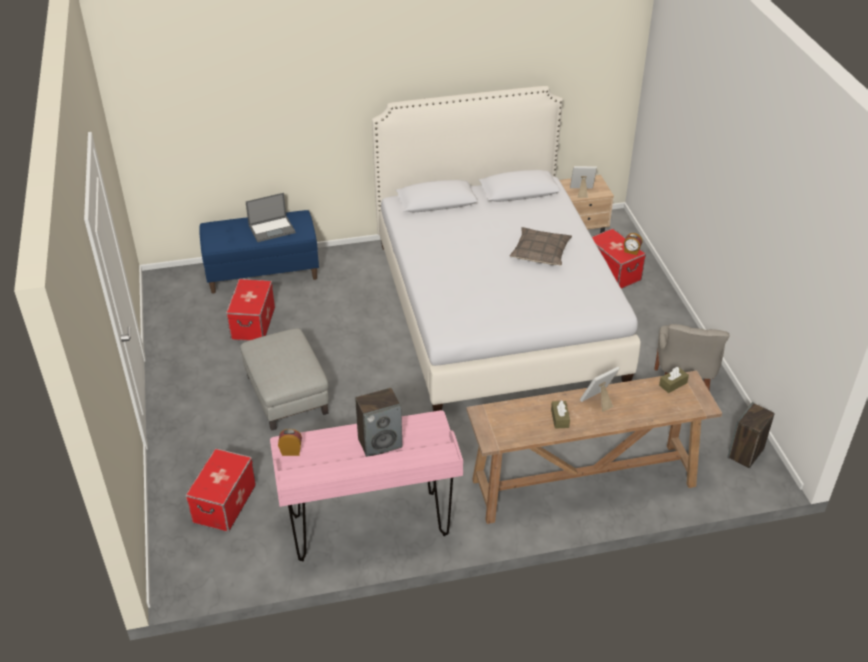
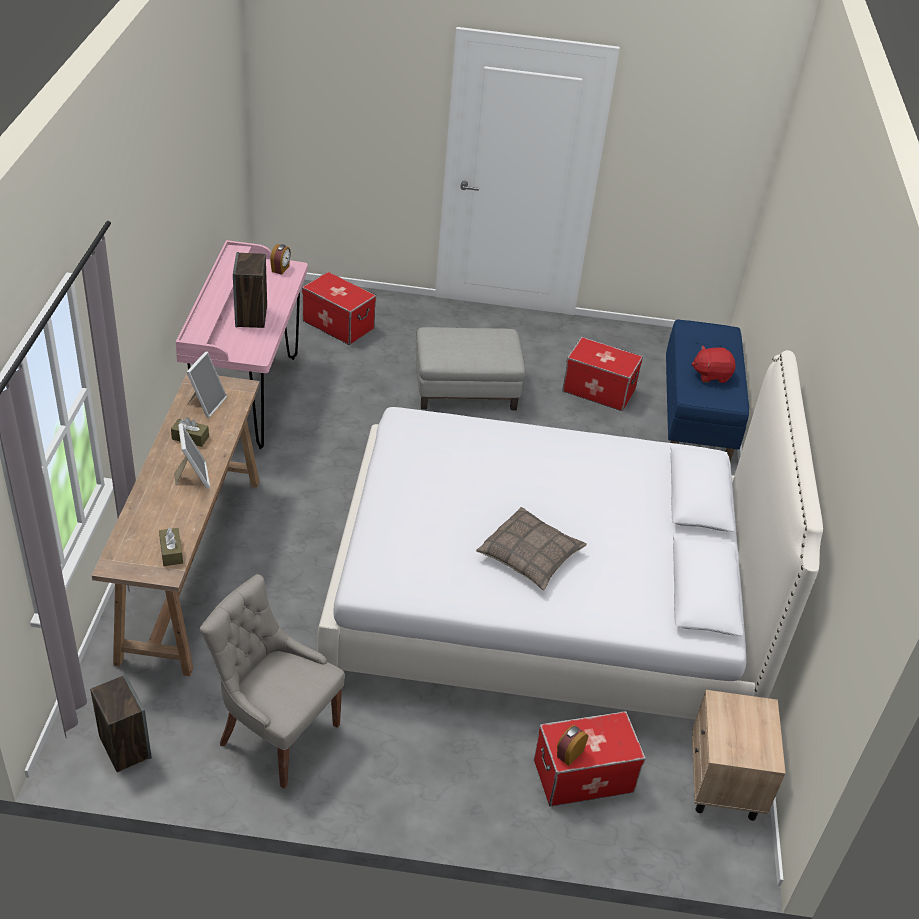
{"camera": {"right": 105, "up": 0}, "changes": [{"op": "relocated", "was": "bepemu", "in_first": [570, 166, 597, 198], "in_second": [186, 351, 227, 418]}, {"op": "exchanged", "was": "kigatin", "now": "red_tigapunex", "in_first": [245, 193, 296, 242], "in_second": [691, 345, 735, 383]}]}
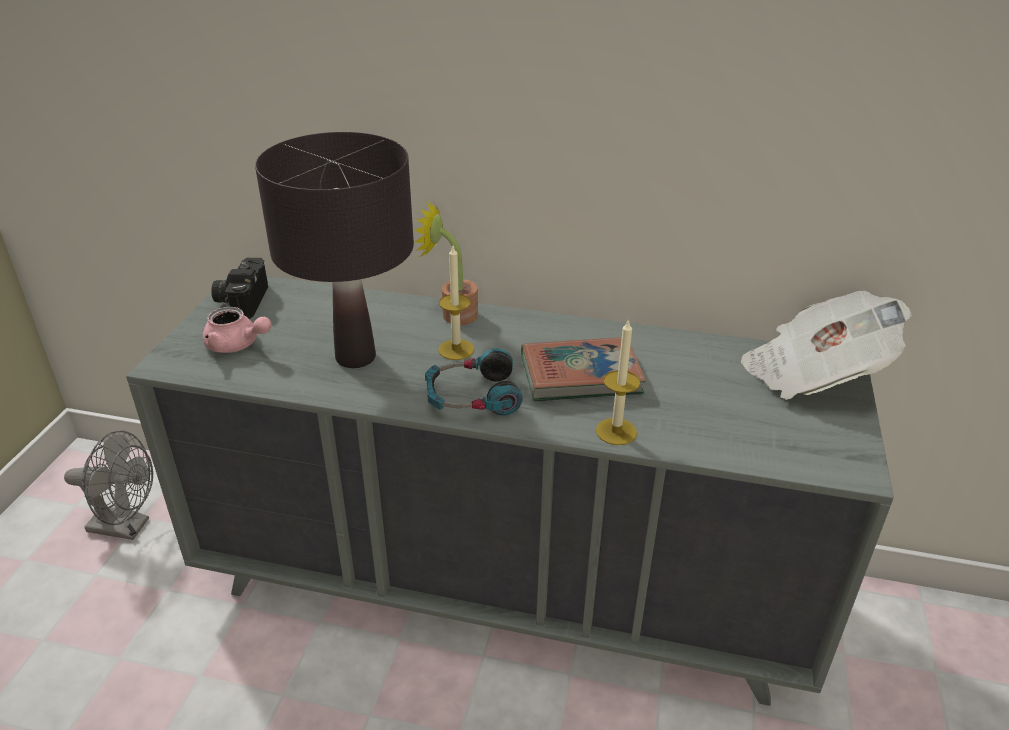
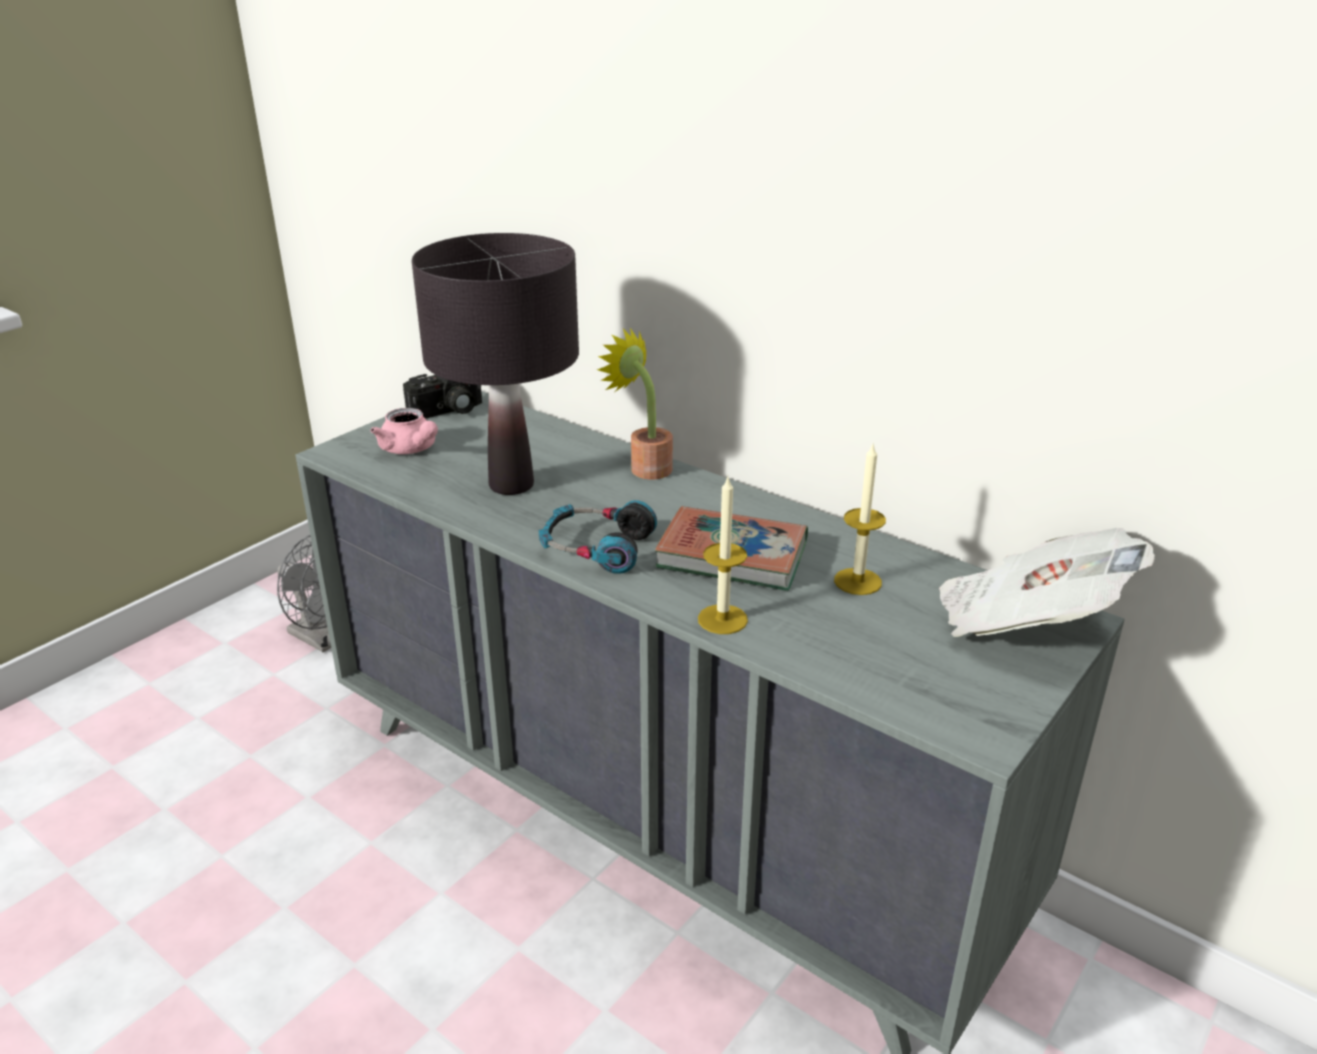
{"camera": {"right": 25, "up": -5}, "changes": [{"op": "relocated", "was": "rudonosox", "in_first": [438, 246, 475, 360], "in_second": [834, 442, 886, 595]}, {"op": "spun", "was": "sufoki", "in_first": [211, 258, 268, 319], "in_second": [403, 374, 482, 419], "clockwise": -150}]}
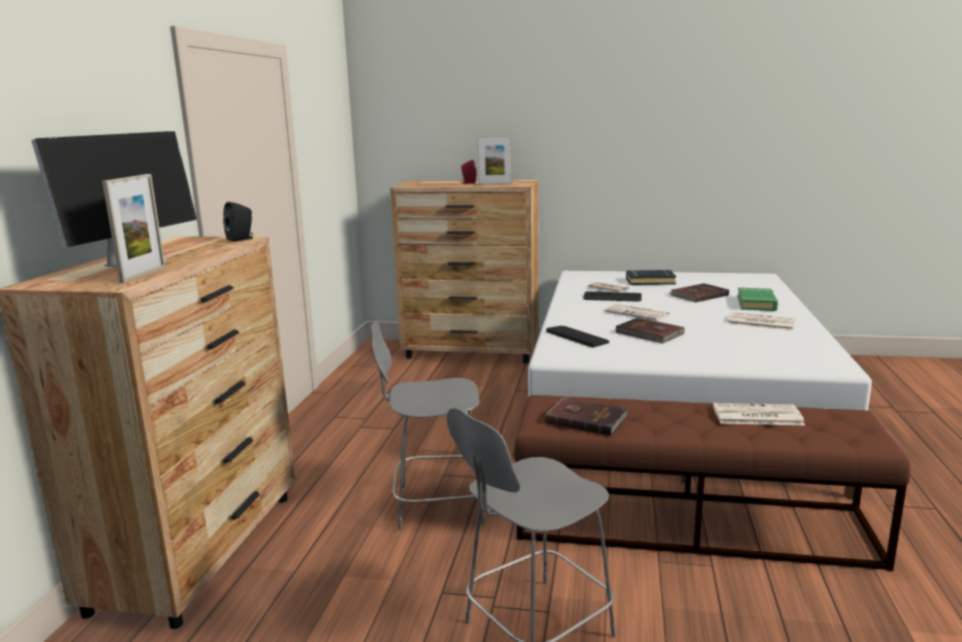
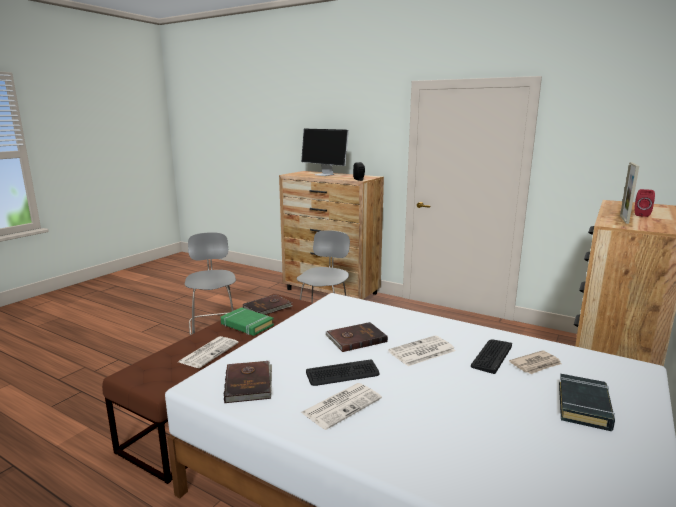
{"camera": {"right": 110, "up": 0}, "changes": [{"op": "missing", "was": "bepemu", "in_first": [102, 174, 165, 283]}, {"op": "relocated", "was": "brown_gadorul", "in_first": [670, 283, 729, 302], "in_second": [224, 361, 272, 403]}, {"op": "relocated", "was": "green_gadorul", "in_first": [737, 288, 778, 311], "in_second": [221, 307, 274, 336]}, {"op": "relocated", "was": "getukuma", "in_first": [547, 326, 609, 348], "in_second": [306, 360, 379, 386]}]}
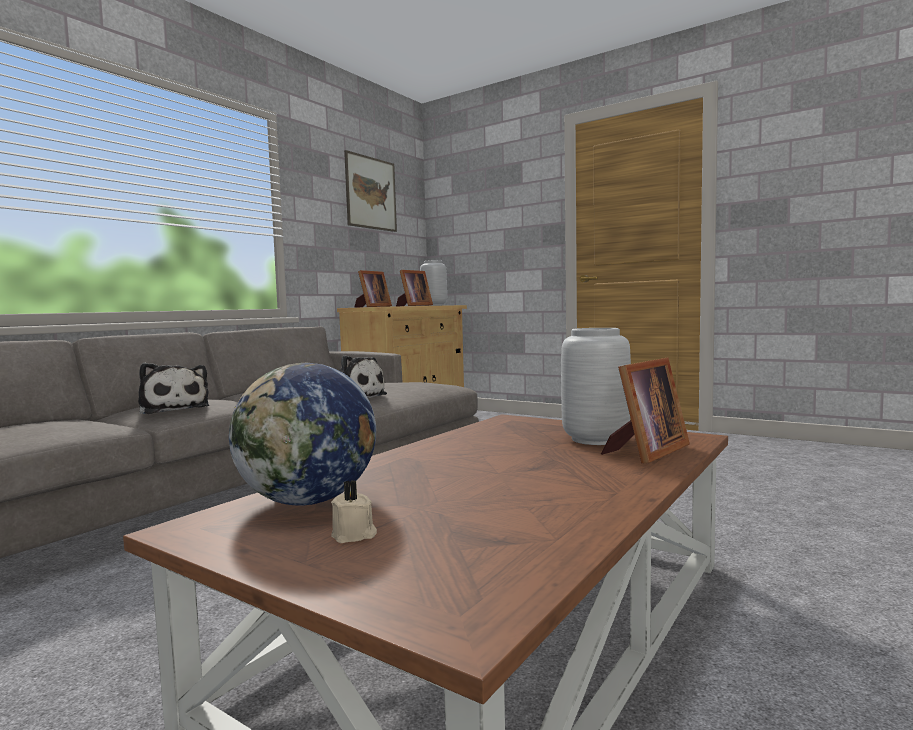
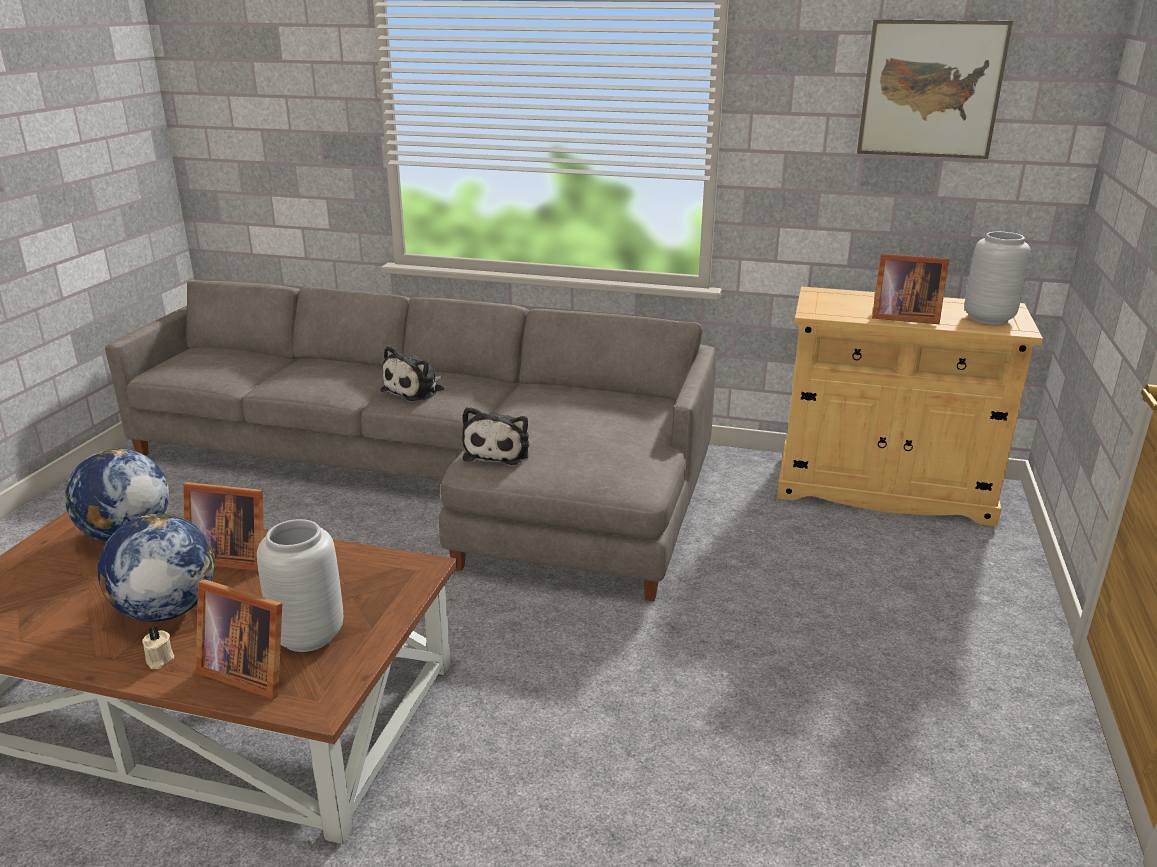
{"camera": {"right": 70, "up": 20}, "changes": [{"op": "relocated", "was": "bepemu", "in_first": [355, 270, 392, 308], "in_second": [183, 482, 263, 571]}, {"op": "relocated", "was": "beige_rudonosox", "in_first": [331, 480, 377, 543], "in_second": [142, 626, 174, 669]}, {"op": "appeared", "now": "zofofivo", "in_second": [98, 514, 215, 622]}]}
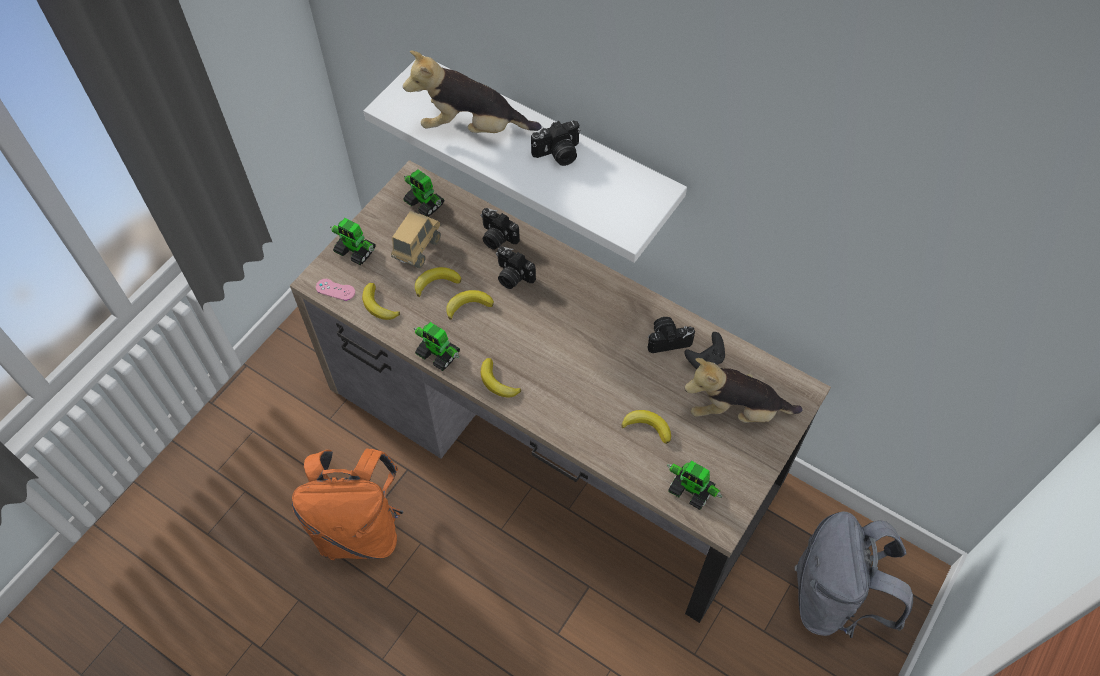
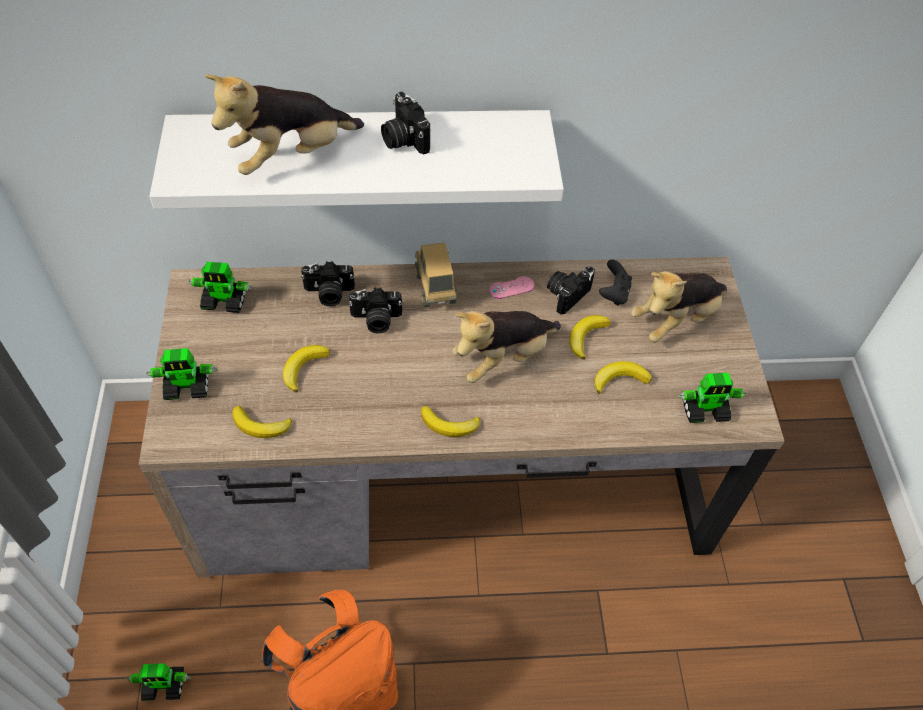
{"camera": {"right": -40, "up": -5}, "changes": [{"op": "spun", "was": "sufoki", "in_first": [531, 121, 581, 166], "in_second": [381, 92, 430, 154], "clockwise": 120}, {"op": "relocated", "was": "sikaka", "in_first": [391, 211, 441, 268], "in_second": [415, 242, 457, 308]}, {"op": "relocated", "was": "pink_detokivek", "in_first": [316, 279, 355, 301], "in_second": [489, 276, 534, 299]}, {"op": "relocated", "was": "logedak", "in_first": [446, 290, 494, 320], "in_second": [569, 315, 611, 360]}, {"op": "relocated", "was": "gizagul", "in_first": [414, 322, 460, 371], "in_second": [127, 663, 191, 701]}, {"op": "missing", "was": "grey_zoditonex", "in_first": [795, 511, 913, 638]}, {"op": "appeared", "now": "tigapunex", "in_second": [453, 311, 561, 383]}]}
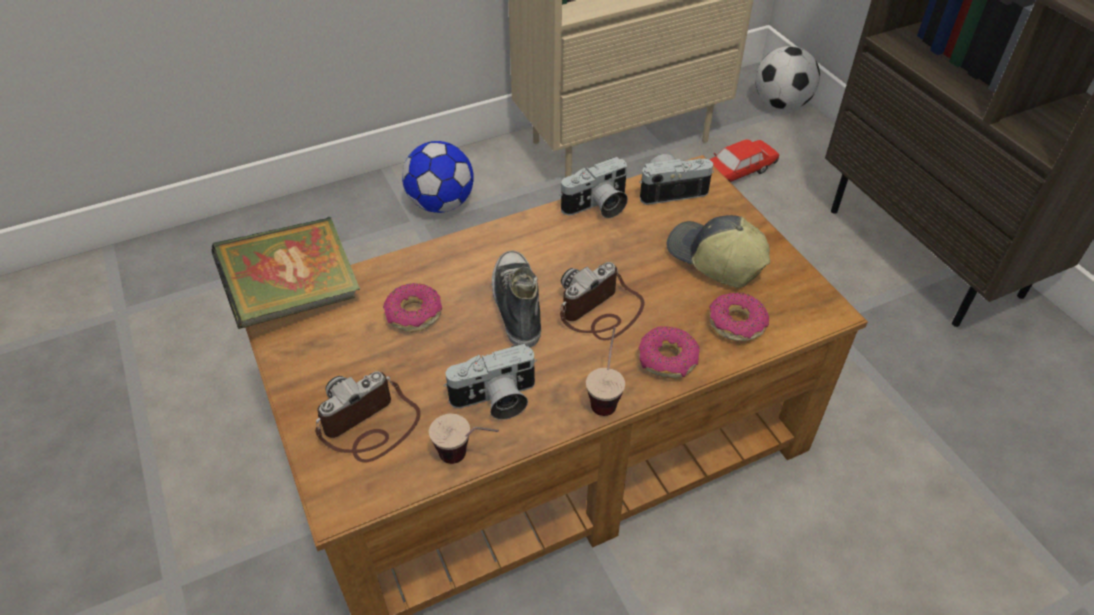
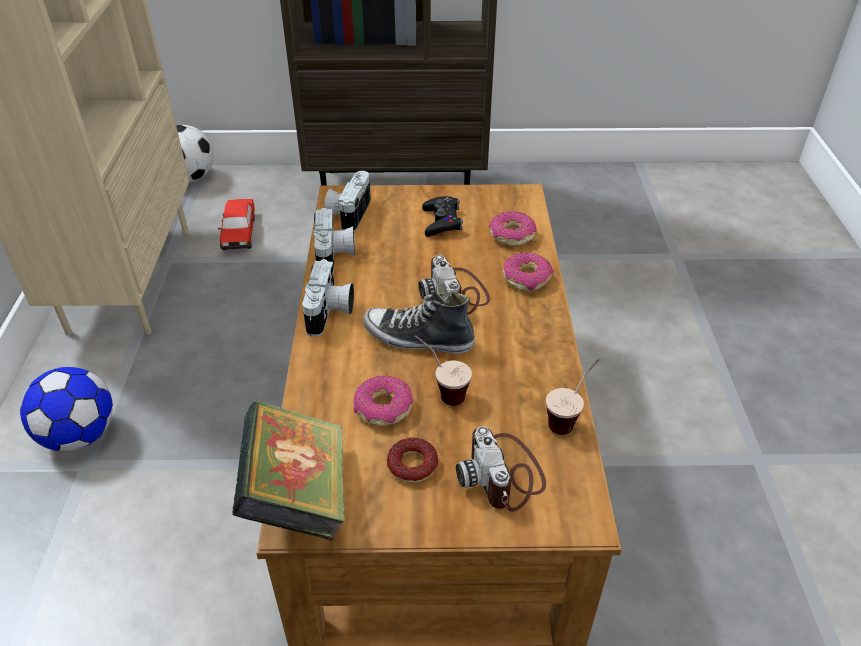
{"camera": {"right": -65, "up": -5}, "changes": [{"op": "exchanged", "was": "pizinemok", "now": "black_detokivek", "in_first": [667, 215, 770, 288], "in_second": [422, 196, 463, 237]}, {"op": "relocated", "was": "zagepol", "in_first": [586, 327, 625, 416], "in_second": [415, 335, 472, 406]}, {"op": "relocated", "was": "sufoki", "in_first": [443, 344, 537, 420], "in_second": [302, 259, 354, 337]}, {"op": "appeared", "now": "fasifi", "in_second": [387, 438, 438, 483]}]}
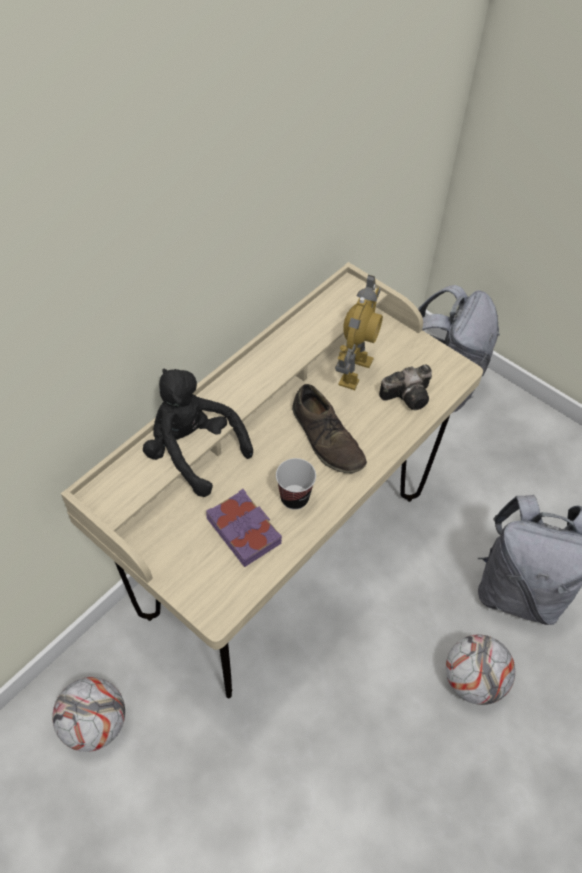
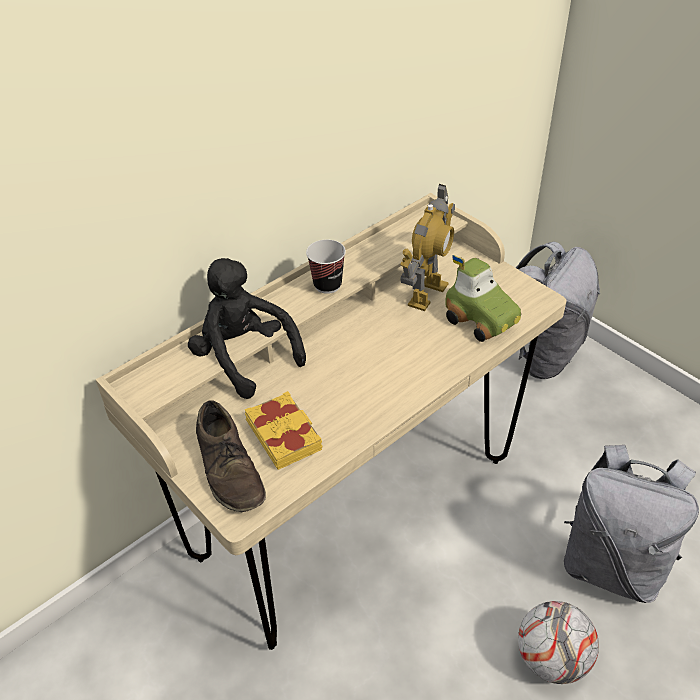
{"camera": {"right": 10, "up": -10}, "changes": [{"op": "exchanged", "was": "sufoki", "now": "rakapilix", "in_first": [379, 364, 432, 410], "in_second": [446, 255, 521, 342]}, {"op": "relocated", "was": "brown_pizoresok", "in_first": [292, 384, 367, 473], "in_second": [196, 400, 266, 512]}, {"op": "relocated", "was": "zagepol", "in_first": [276, 458, 316, 510], "in_second": [306, 240, 346, 294]}, {"op": "colour", "was": "purple_gadorul", "now": "yellow_gadorul", "in_first": [206, 489, 282, 567], "in_second": [244, 391, 322, 470]}, {"op": "missing", "was": "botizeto", "in_first": [52, 677, 125, 752]}]}
